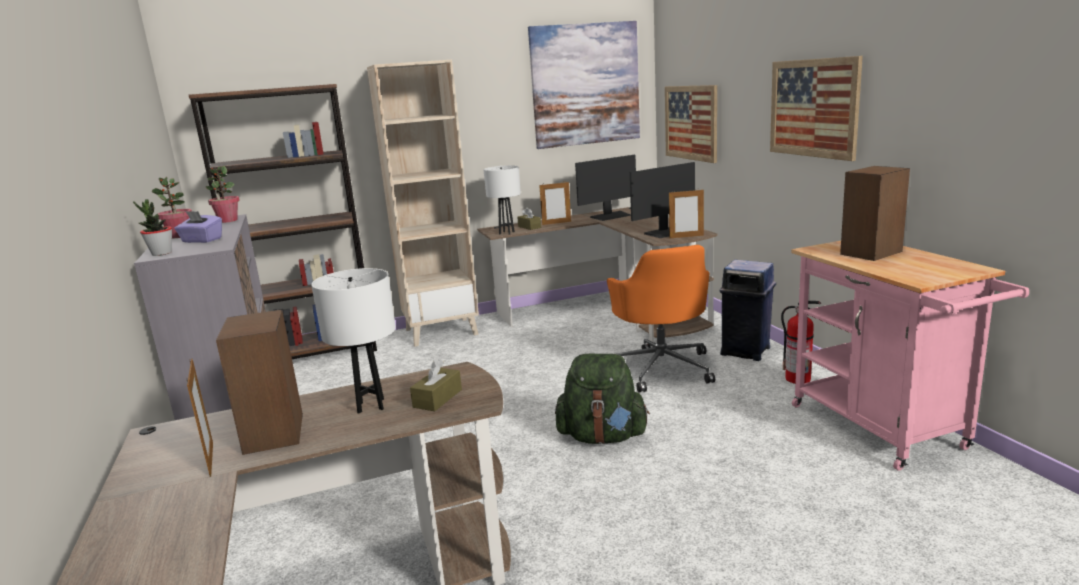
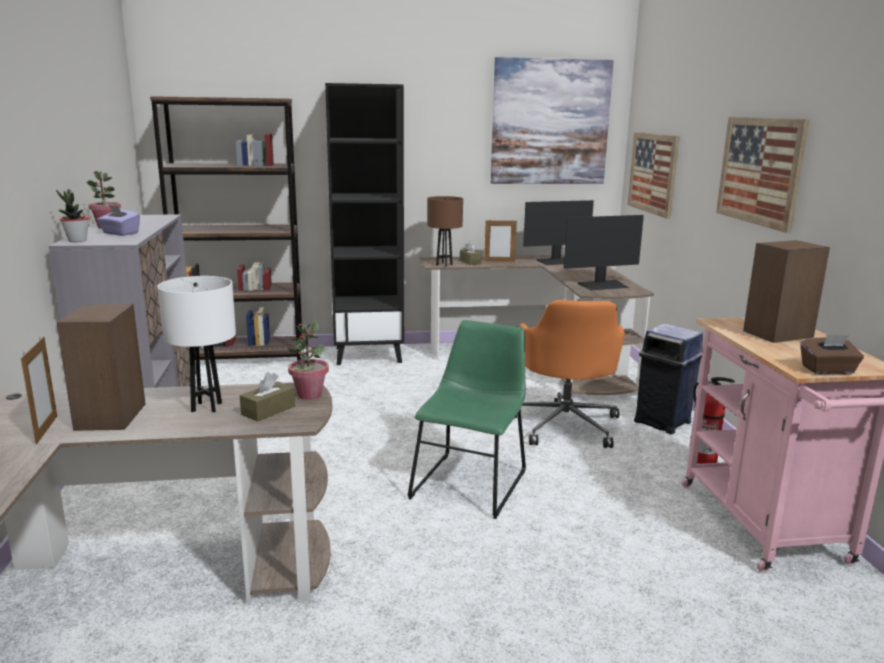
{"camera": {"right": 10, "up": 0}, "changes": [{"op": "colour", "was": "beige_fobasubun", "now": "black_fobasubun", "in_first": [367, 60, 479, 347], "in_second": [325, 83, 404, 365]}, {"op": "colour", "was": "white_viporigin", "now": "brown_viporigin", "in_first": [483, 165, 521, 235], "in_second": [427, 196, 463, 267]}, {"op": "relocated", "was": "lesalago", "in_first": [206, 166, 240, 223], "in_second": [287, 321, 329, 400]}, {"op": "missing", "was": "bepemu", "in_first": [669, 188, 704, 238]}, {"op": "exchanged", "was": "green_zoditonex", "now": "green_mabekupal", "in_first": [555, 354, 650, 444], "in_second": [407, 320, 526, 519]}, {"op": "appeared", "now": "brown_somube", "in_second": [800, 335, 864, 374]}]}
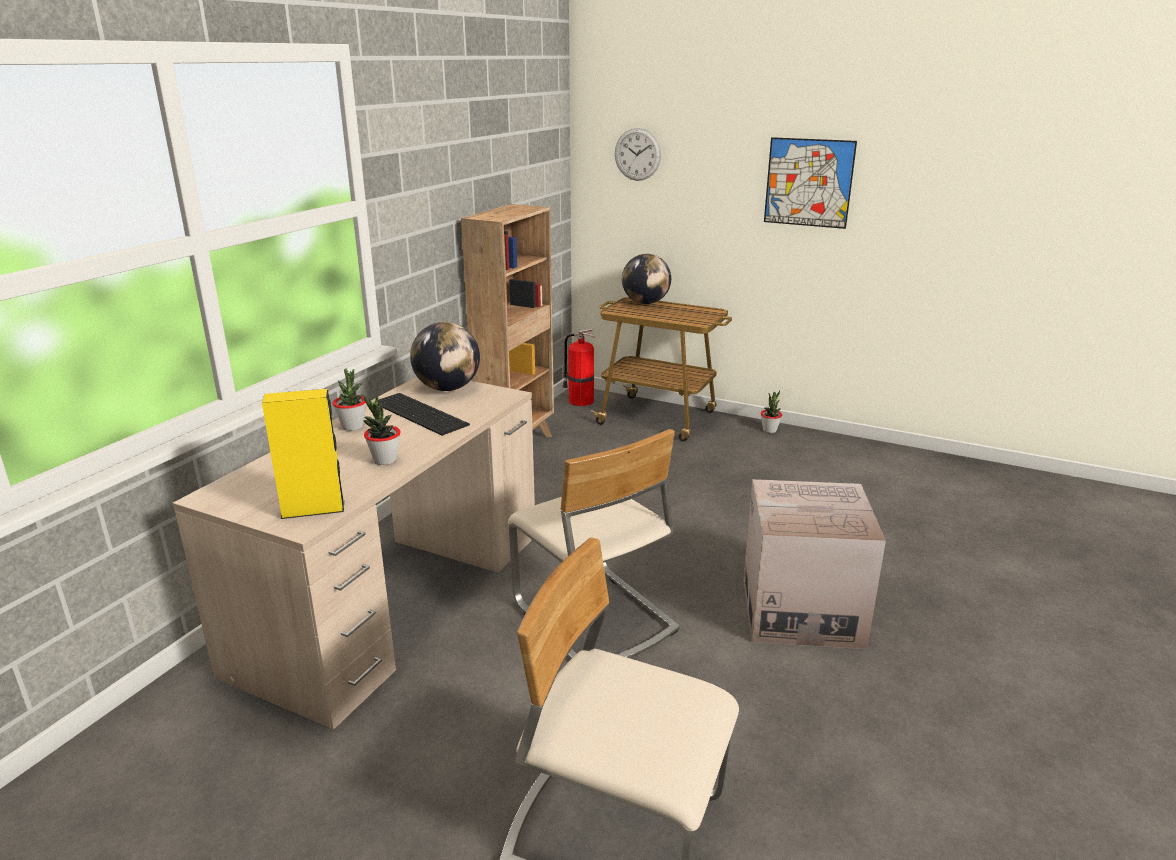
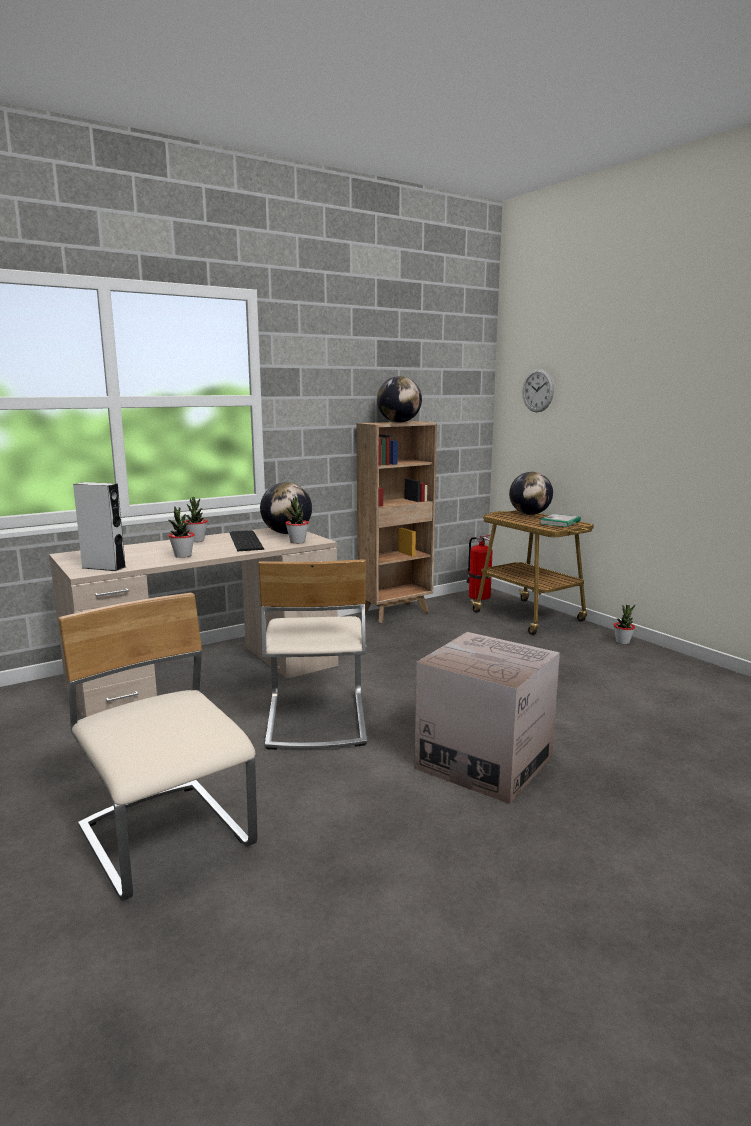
{"camera": {"right": 30, "up": -10}, "changes": [{"op": "missing", "was": "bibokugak", "in_first": [764, 137, 857, 229]}, {"op": "colour", "was": "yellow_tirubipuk", "now": "grey_tirubipuk", "in_first": [262, 389, 344, 519], "in_second": [73, 482, 126, 571]}, {"op": "appeared", "now": "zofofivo", "in_second": [377, 376, 422, 423]}, {"op": "appeared", "now": "lesalago", "in_second": [286, 496, 309, 544]}, {"op": "appeared", "now": "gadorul", "in_second": [540, 514, 581, 527]}]}
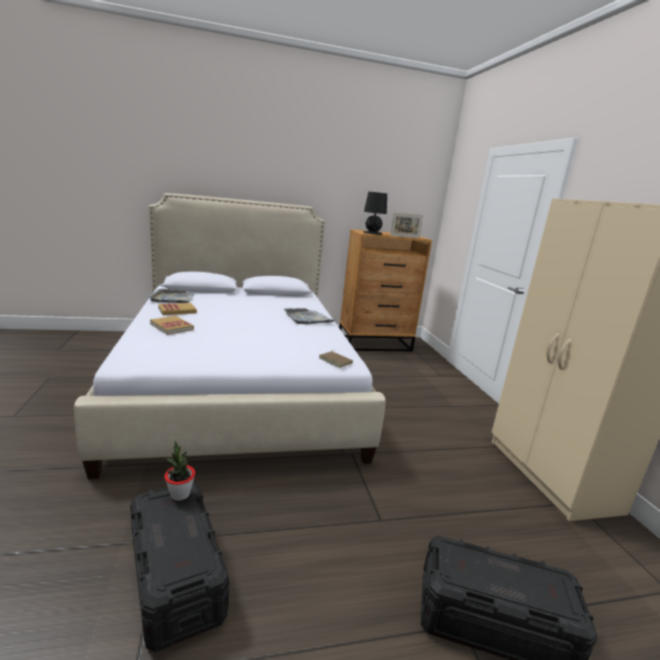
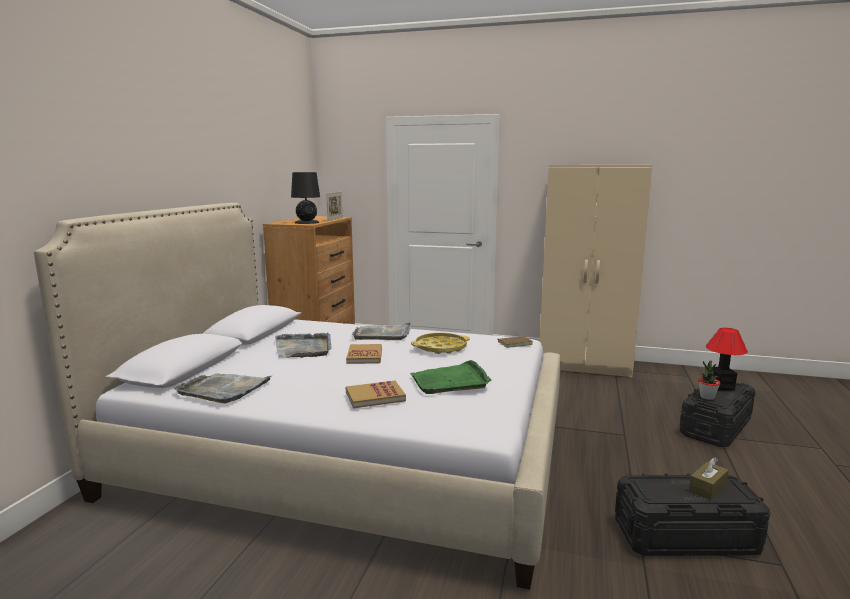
{"camera": {"right": -60, "up": -5}, "changes": [{"op": "relocated", "was": "gadorul", "in_first": [158, 303, 197, 315], "in_second": [346, 344, 382, 364]}, {"op": "relocated", "was": "lesalago", "in_first": [164, 440, 195, 501], "in_second": [698, 360, 721, 400]}, {"op": "appeared", "now": "viporigin", "in_second": [706, 328, 748, 391]}, {"op": "appeared", "now": "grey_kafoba", "in_second": [275, 332, 331, 358]}, {"op": "appeared", "now": "yellow_kafoba", "in_second": [411, 333, 470, 354]}, {"op": "appeared", "now": "green_kafoba", "in_second": [410, 360, 491, 394]}, {"op": "appeared", "now": "brown_somube", "in_second": [689, 458, 729, 500]}]}
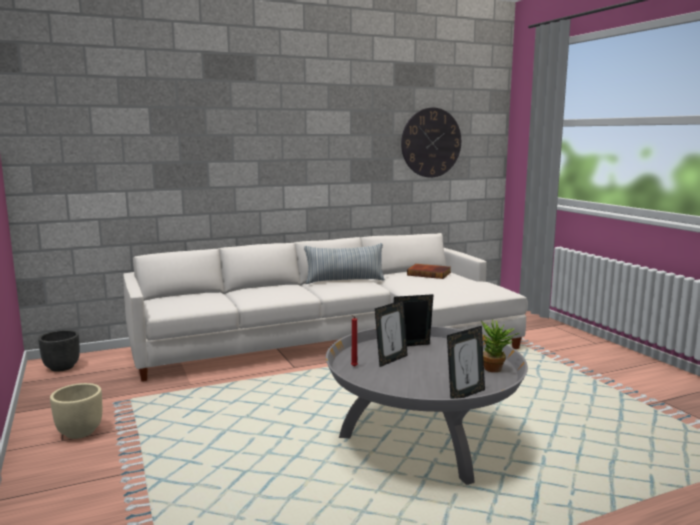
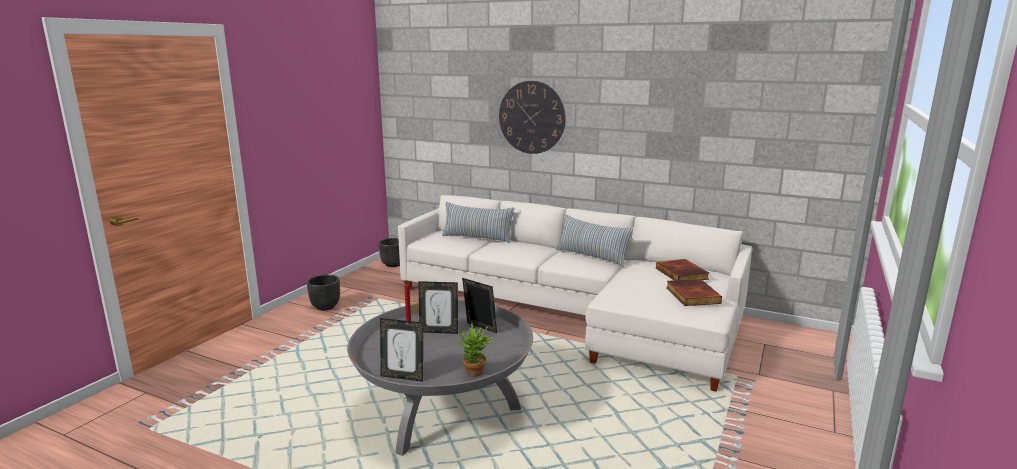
{"camera": {"right": 50, "up": 5}, "changes": [{"op": "relocated", "was": "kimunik", "in_first": [401, 108, 461, 178], "in_second": [499, 81, 566, 154]}, {"op": "colour", "was": "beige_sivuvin", "now": "black_sivuvin", "in_first": [50, 383, 102, 439], "in_second": [307, 275, 340, 310]}, {"op": "appeared", "now": "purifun", "in_second": [442, 202, 515, 243]}, {"op": "appeared", "now": "gadorul", "in_second": [666, 279, 722, 306]}]}
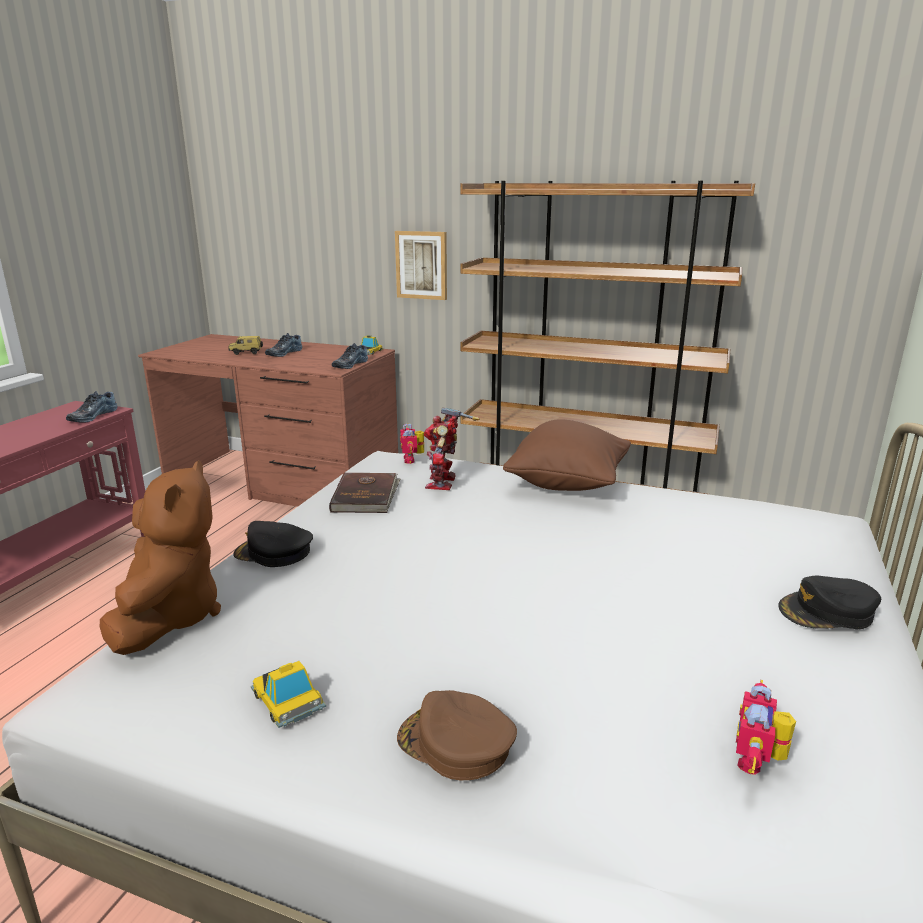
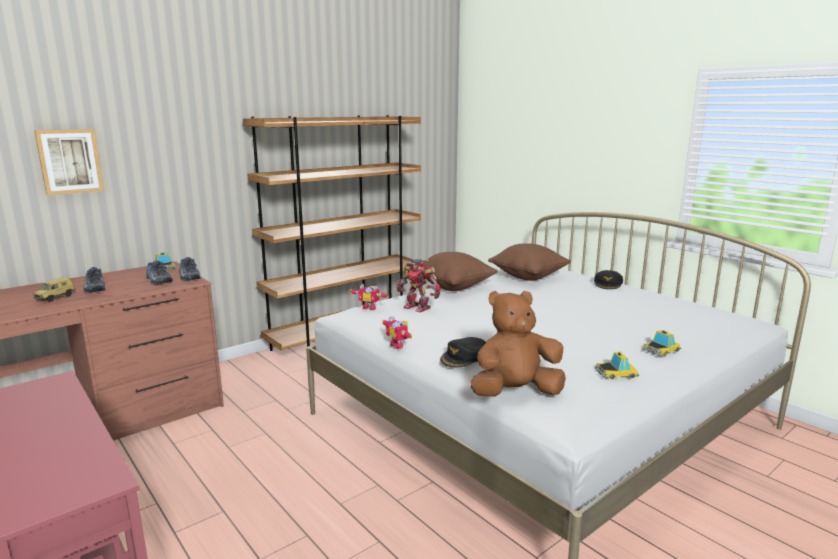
{"camera": {"right": -60, "up": -5}, "changes": [{"op": "relocated", "was": "bibokugak", "in_first": [395, 231, 447, 300], "in_second": [34, 129, 104, 195]}, {"op": "relocated", "was": "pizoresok", "in_first": [66, 391, 117, 423], "in_second": [146, 260, 173, 284]}, {"op": "spun", "was": "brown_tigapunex", "in_first": [100, 460, 221, 655], "in_second": [470, 291, 566, 397], "clockwise": -45}, {"op": "missing", "was": "brown_gadorul", "in_first": [329, 472, 401, 513]}, {"op": "relocated", "was": "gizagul", "in_first": [736, 680, 796, 775], "in_second": [382, 316, 412, 349]}, {"op": "exchanged", "was": "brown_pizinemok", "now": "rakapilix", "in_first": [397, 690, 517, 780], "in_second": [642, 330, 681, 356]}, {"op": "appeared", "now": "brown_purifun", "in_second": [488, 243, 571, 281]}]}
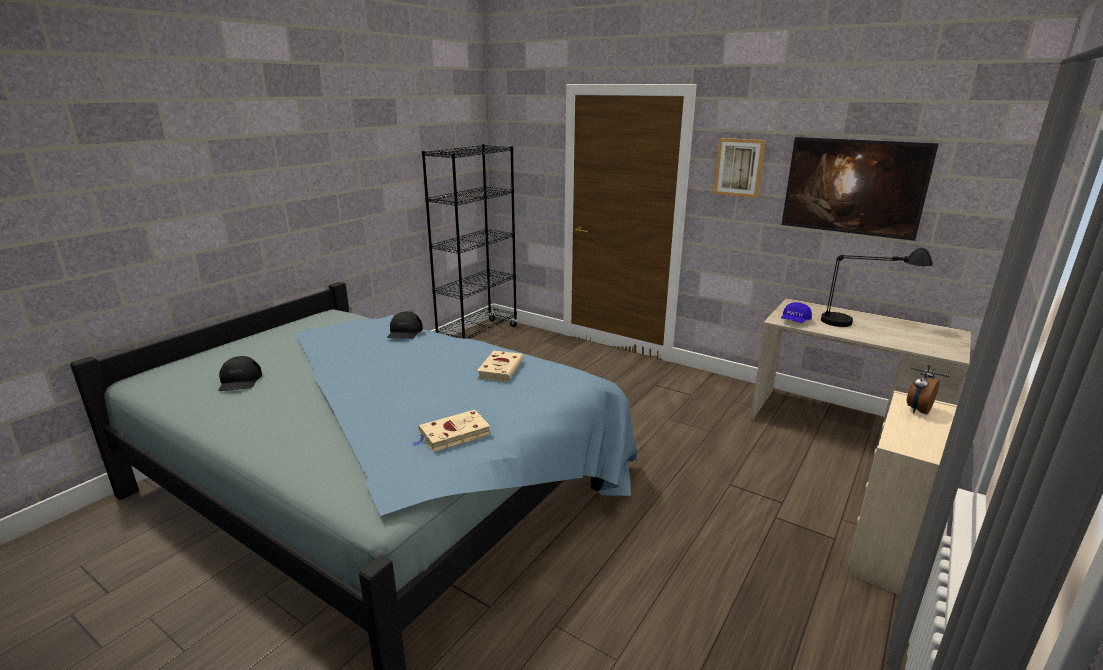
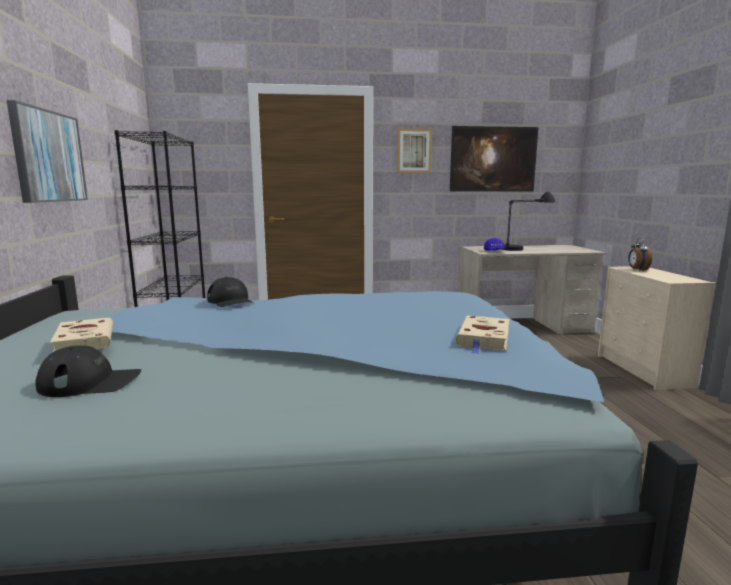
{"camera": {"right": -40, "up": -10}, "changes": [{"op": "relocated", "was": "beige_gadorul", "in_first": [477, 351, 524, 382], "in_second": [50, 317, 113, 352]}, {"op": "spun", "was": "black_pizinemok", "in_first": [218, 356, 262, 391], "in_second": [35, 345, 141, 397], "clockwise": -45}, {"op": "appeared", "now": "bibokugak", "in_second": [7, 100, 88, 203]}]}
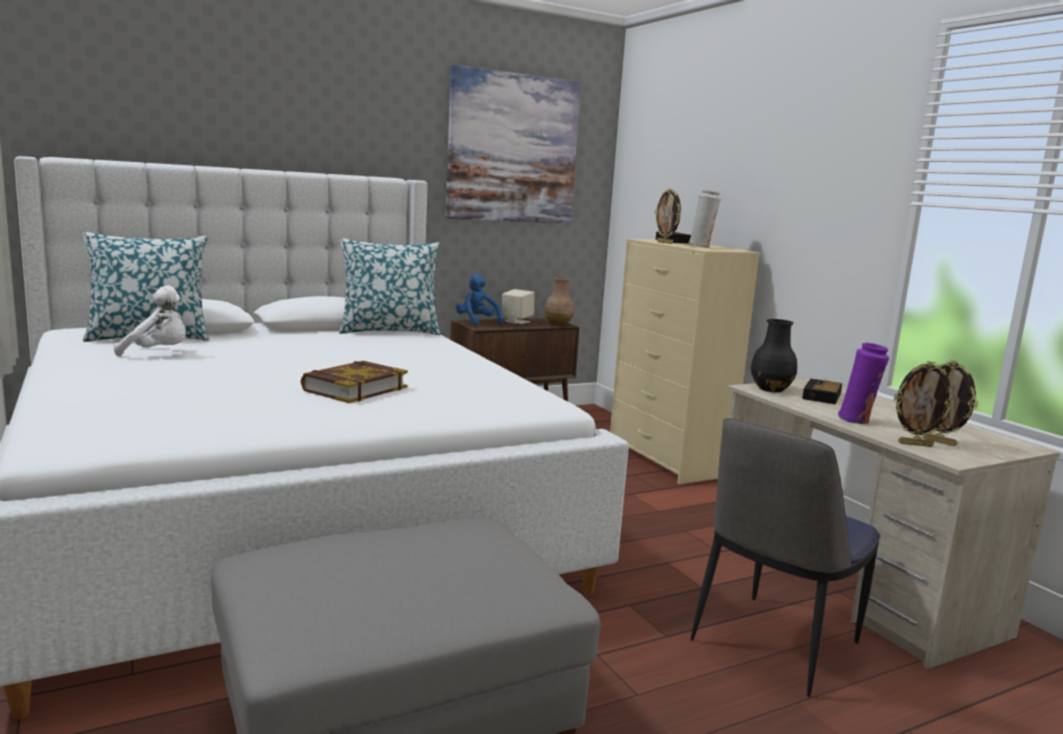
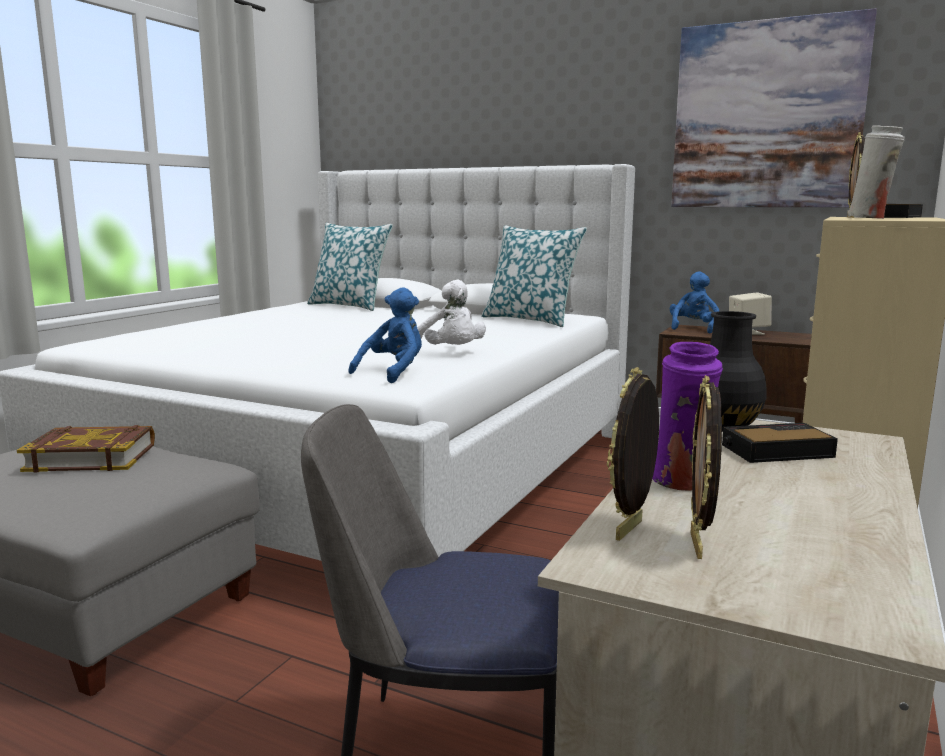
{"camera": {"right": 55, "up": 0}, "changes": [{"op": "missing", "was": "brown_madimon", "in_first": [544, 277, 574, 326]}, {"op": "relocated", "was": "white_tigapunex", "in_first": [114, 285, 186, 356], "in_second": [417, 280, 486, 345]}, {"op": "relocated", "was": "gadorul", "in_first": [301, 361, 408, 403], "in_second": [17, 425, 155, 472]}, {"op": "spun", "was": "bepemu", "in_first": [894, 361, 955, 447], "in_second": [607, 367, 659, 541], "clockwise": 60}, {"op": "appeared", "now": "blue_tigapunex", "in_second": [349, 288, 422, 383]}]}
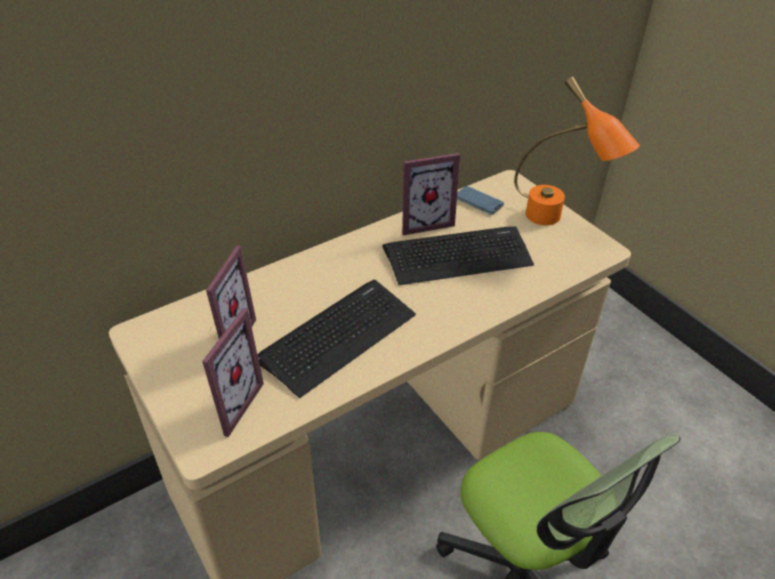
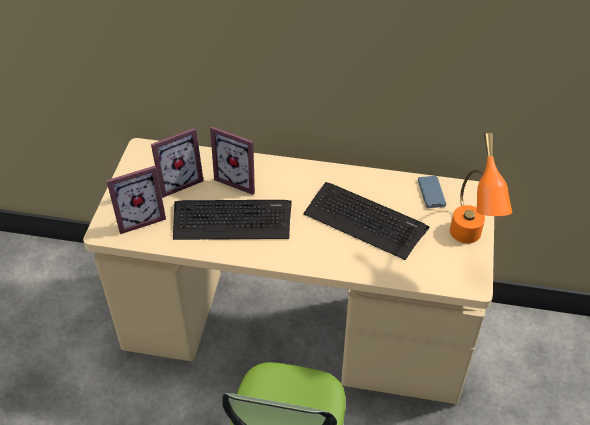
{"camera": {"right": 45, "up": 5}, "changes": [{"op": "relocated", "was": "bepemu", "in_first": [402, 153, 460, 235], "in_second": [210, 126, 255, 195]}]}
